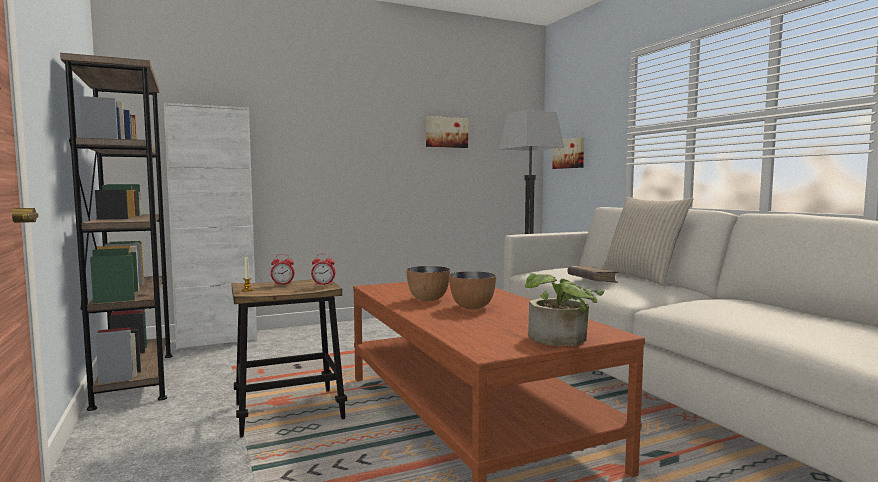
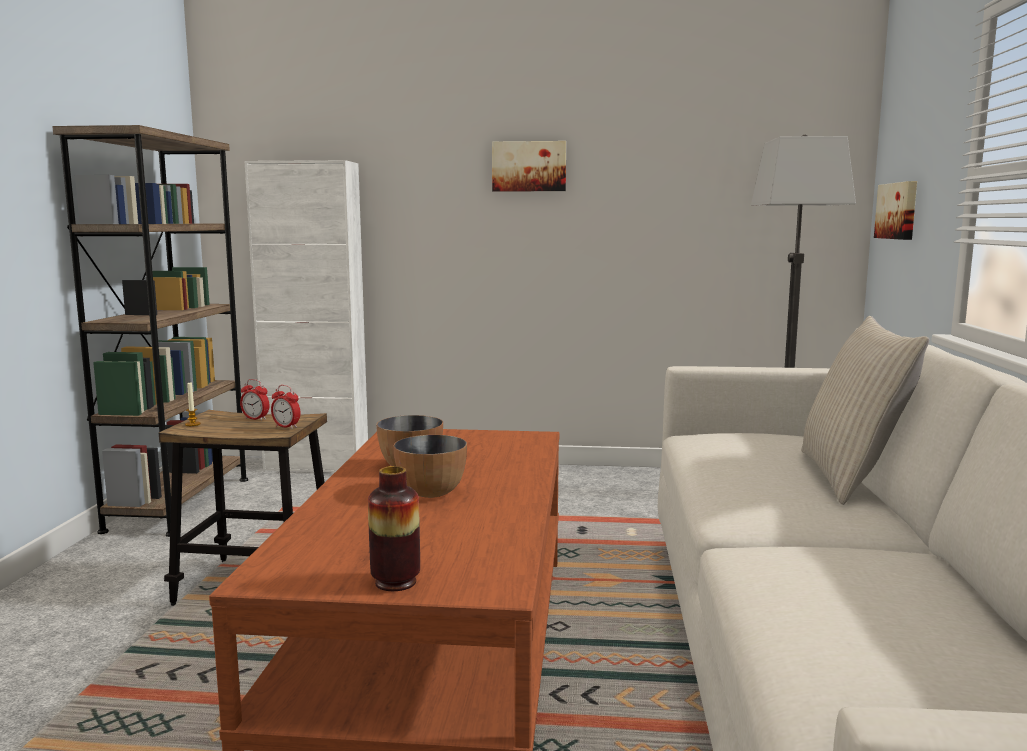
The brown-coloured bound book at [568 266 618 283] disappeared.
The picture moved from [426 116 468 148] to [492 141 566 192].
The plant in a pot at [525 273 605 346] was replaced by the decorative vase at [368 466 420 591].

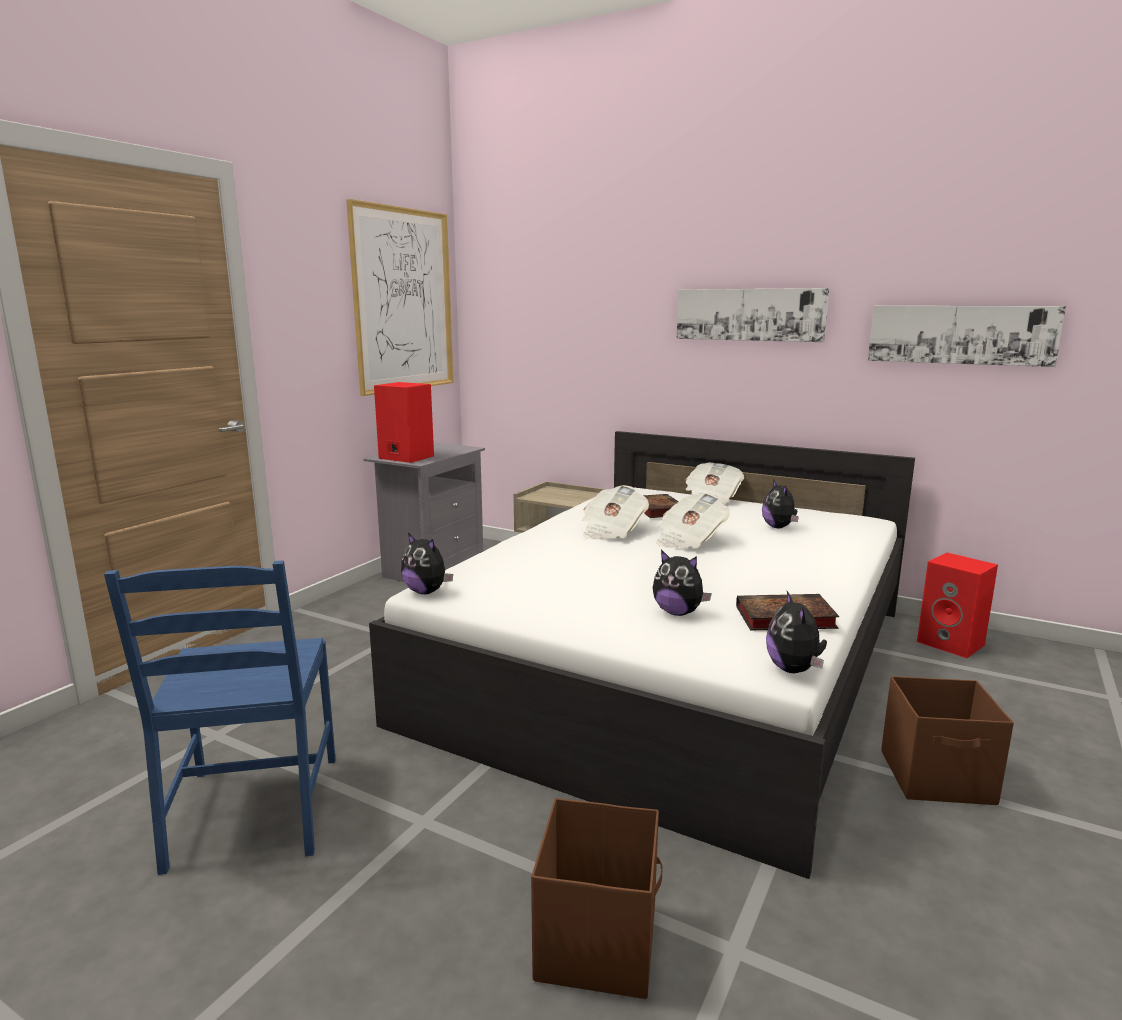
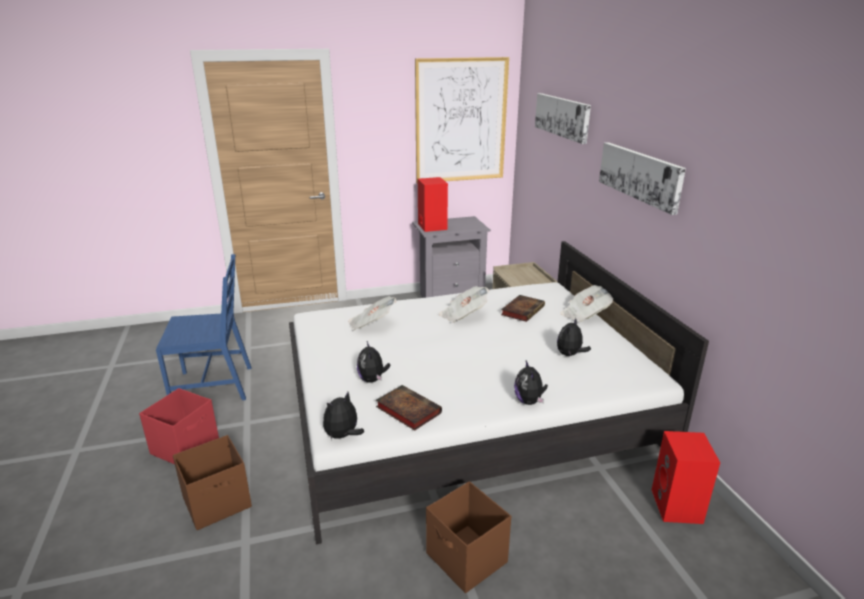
The reddish storage container at [139 388 219 464] appeared.
The cuddly toy moved from [401 533 453 594] to [514 360 548 405].
The printed paper moved from [656 493 730 548] to [348 296 396 331].
The picture moved from [868 306 1066 367] to [535 93 591 144].
The blue-coloured upright chair at [104 560 336 875] turned 135 degrees counterclockwise.

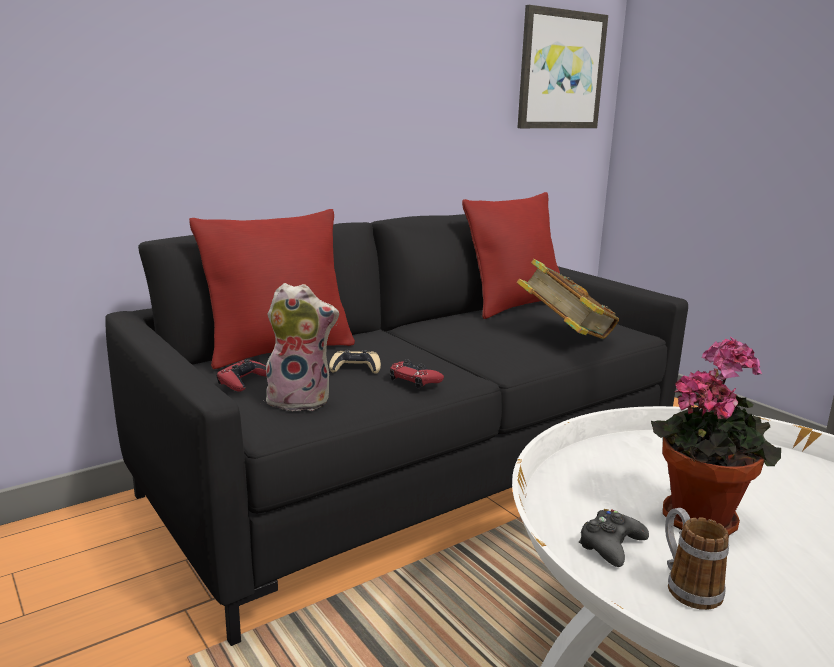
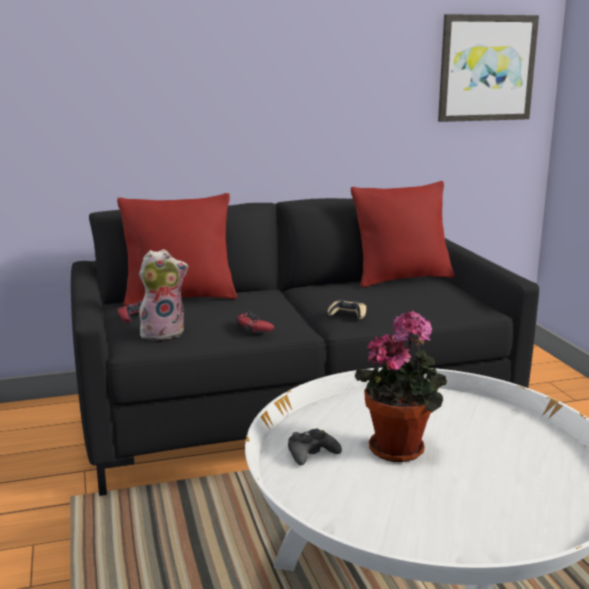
The bound book at [517 259 619 339] disappeared.
The coffee mug at [665 508 729 610] disappeared.
The beige-coloured joypad moved from [329 350 381 374] to [328 300 366 319].
The cuddly toy at [266 283 339 411] turned 45 degrees counterclockwise.

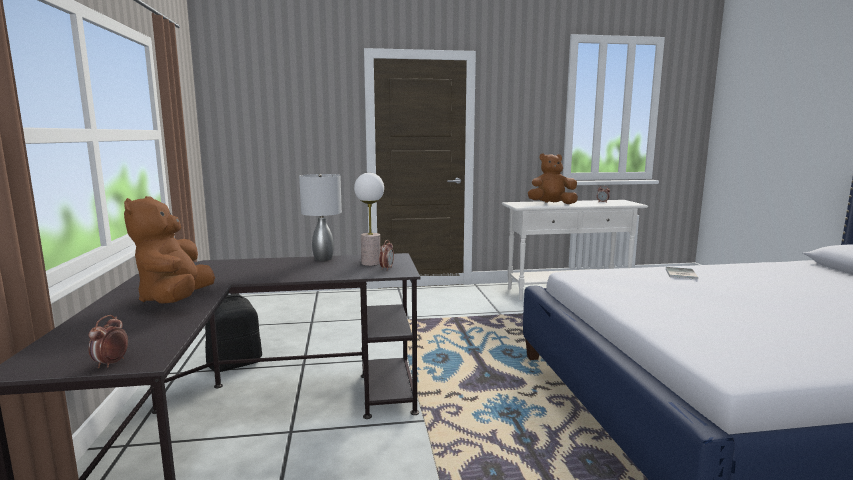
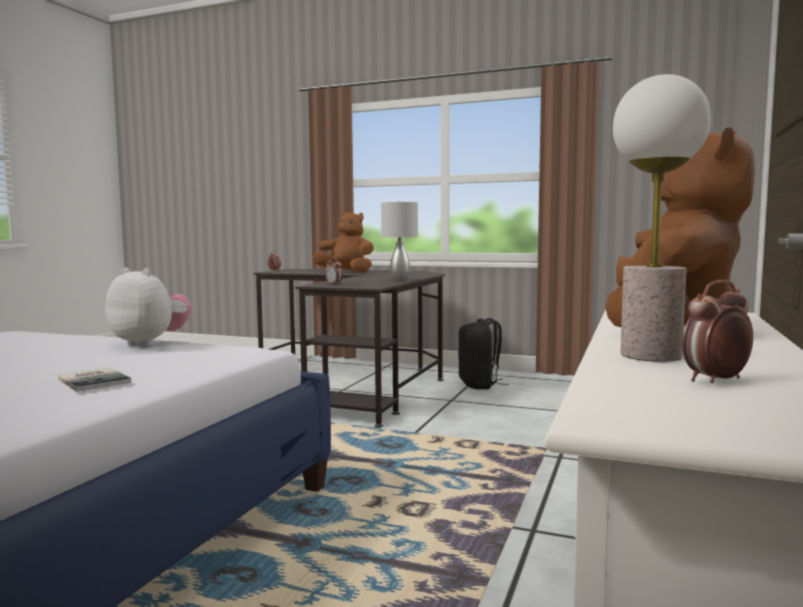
The cuddly toy at [105 268 191 347] appeared.
The lamp for a table moved from [354 173 384 266] to [613 74 711 362].

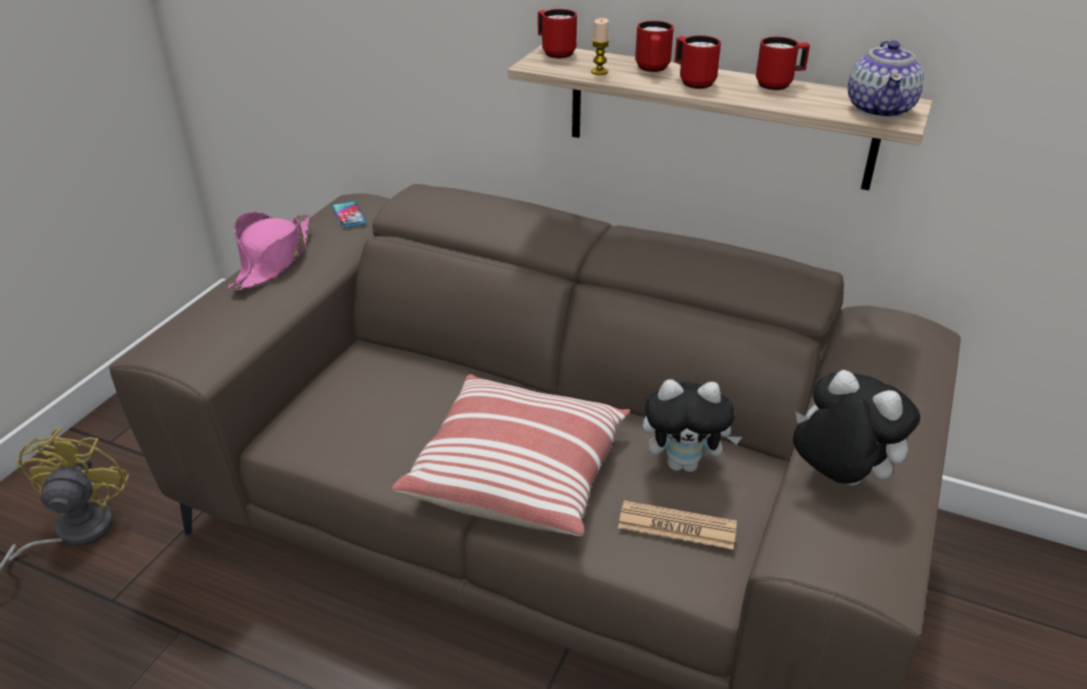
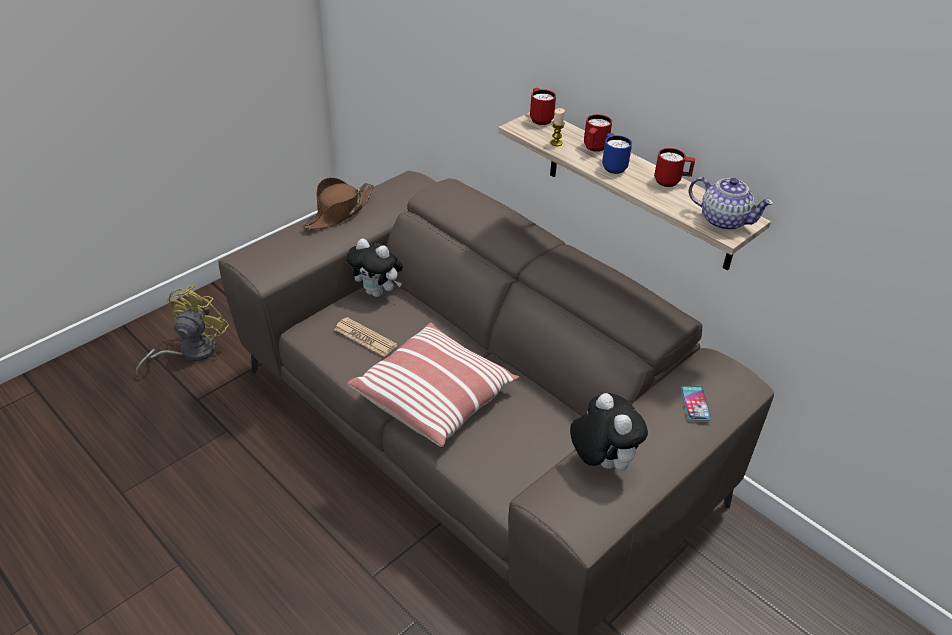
The handset moved from [332 201 366 228] to [680 386 712 421].
The printed paper moved from [618 500 737 549] to [334 317 397 357].
The cuddly toy moved from [642 379 742 472] to [346 238 403 297].
The pinkish clothing hat at [228 212 310 291] became the brown-coloured clothing hat at [302 178 374 230].
The reddish coffee mug at [675 35 721 89] became the blue-coloured coffee mug at [602 133 632 174].
The teapot at [848 41 924 118] turned 90 degrees counterclockwise.

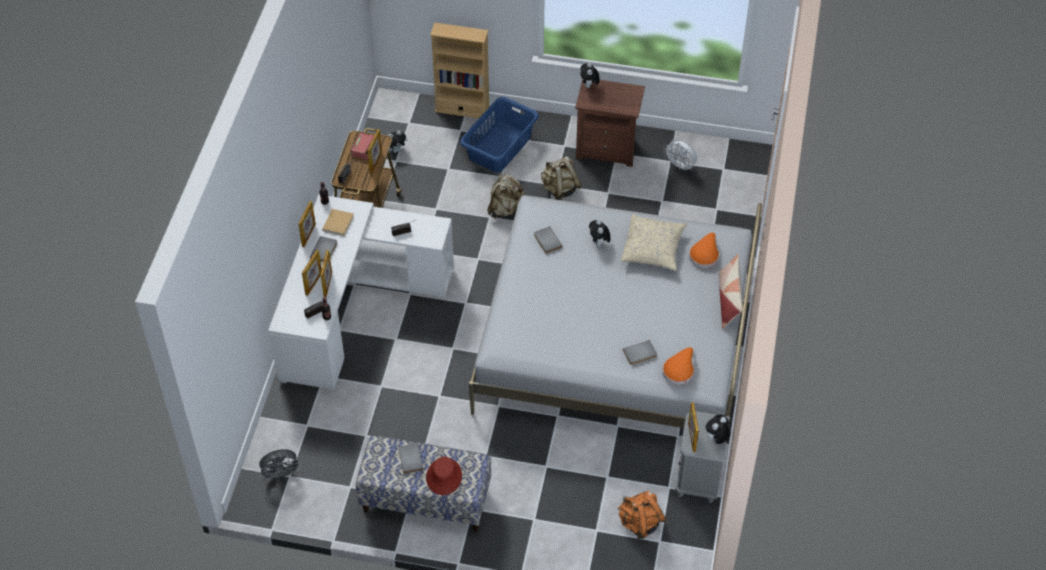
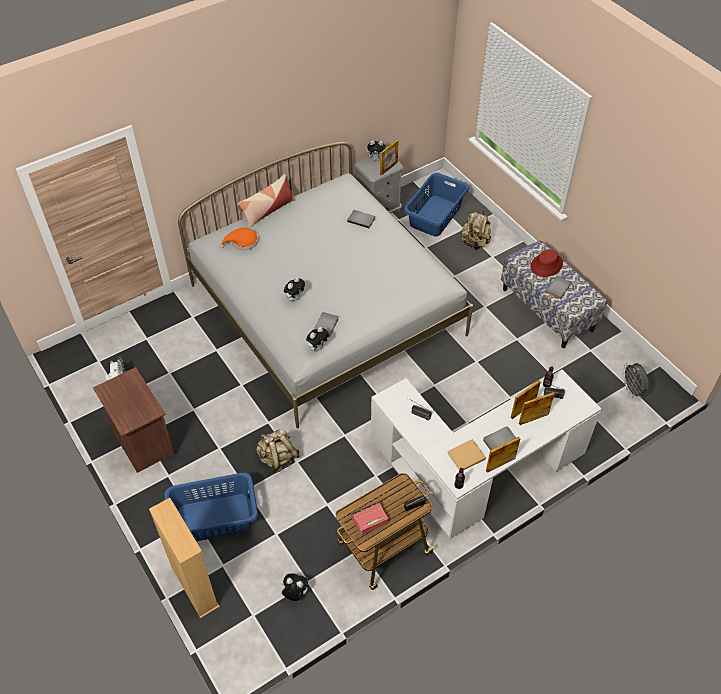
The photo frame at [367 129 382 174] disappeared.
The beige-coloured throw pillow at [621 214 687 271] disappeared.
The orangey clothing hat at [662 347 694 385] disappeared.
The beige-coloured rucksack moved from [541 156 581 200] to [461 210 491 250].
The cuddly toy moved from [580 62 600 88] to [306 327 329 351].
The orangey rucksack at [618 491 666 539] was replaced by the blue-coloured laundry basket at [404 173 469 236].
The greyish fan at [258 449 301 482] turned 135 degrees counterclockwise.

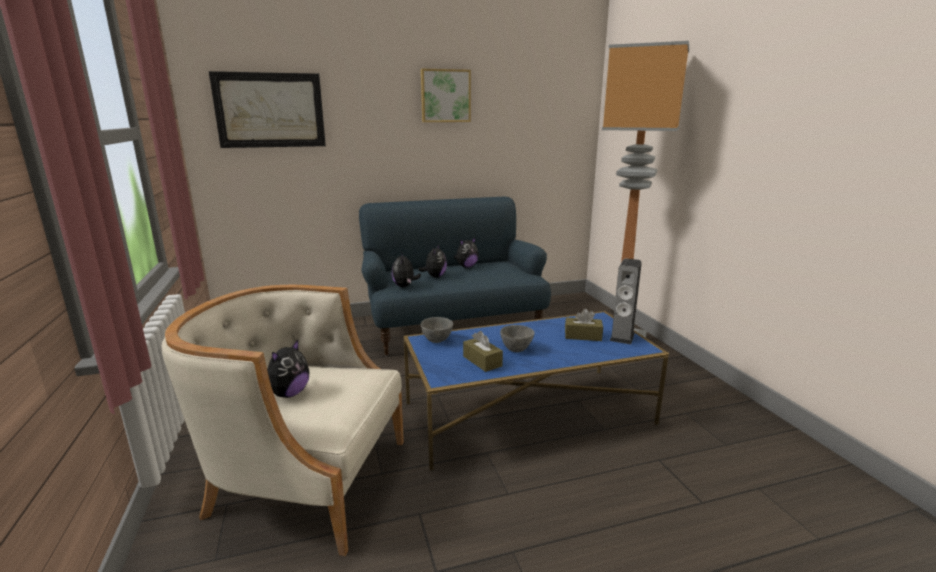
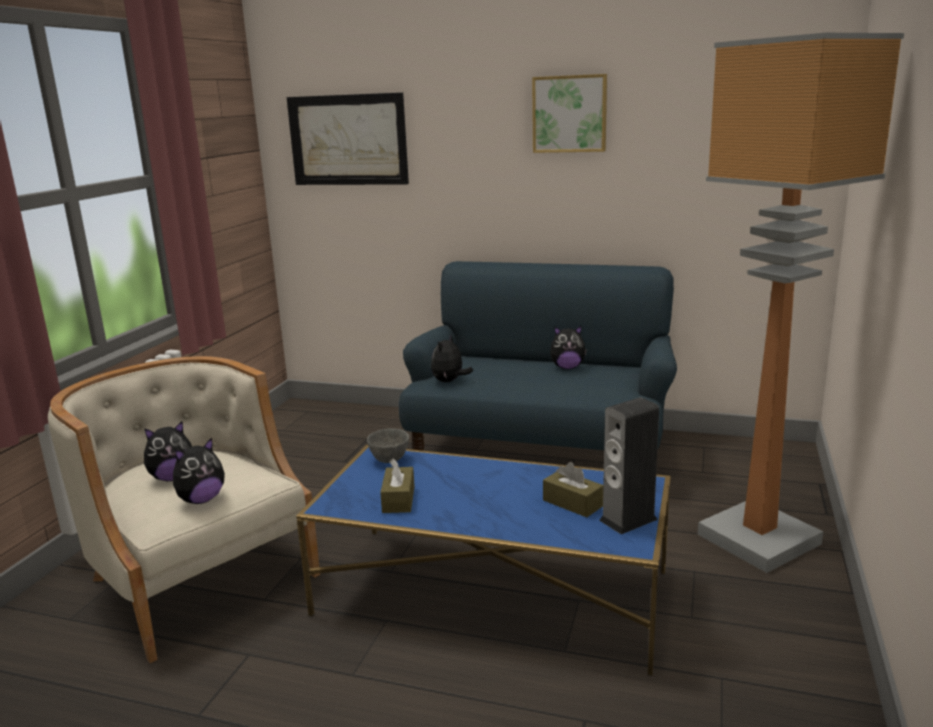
The greyish bowl at [500 325 535 352] disappeared.
The cuddly toy moved from [418 245 447 278] to [173 438 225 504].

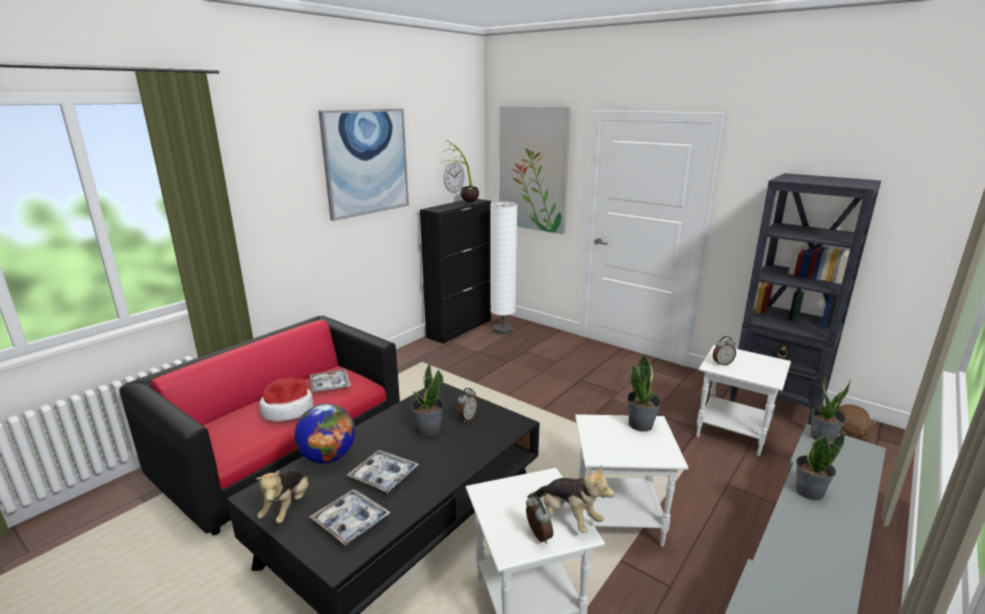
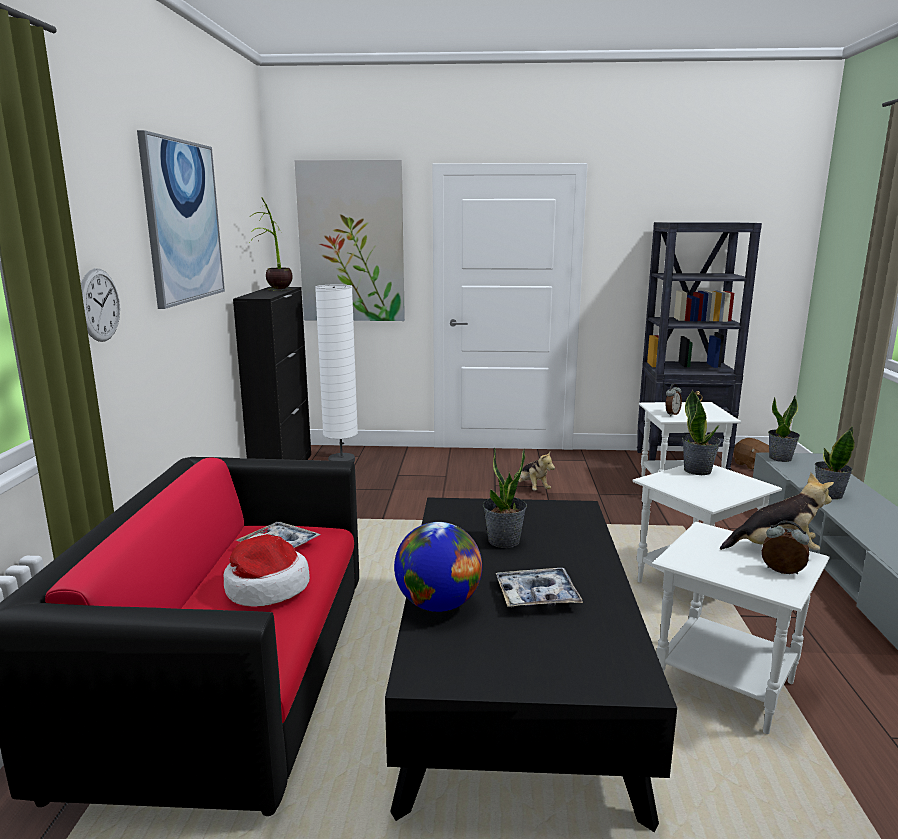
The serving tray at [310 490 390 546] disappeared.
The alarm clock at [457 388 478 423] disappeared.
The cuddly toy moved from [256 470 309 523] to [518 450 555 491].
The wall clock moved from [444 161 465 193] to [81 268 120 342].

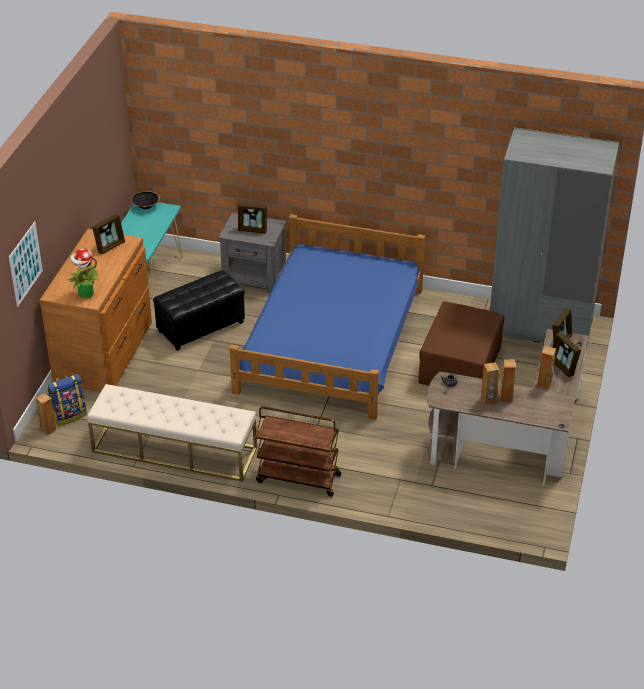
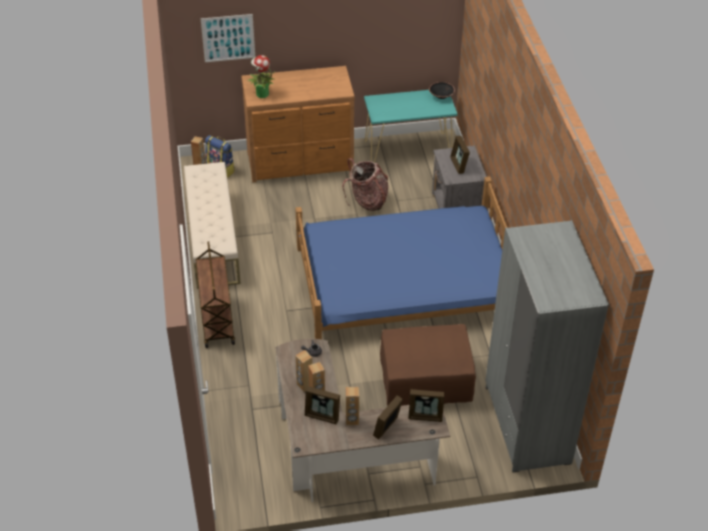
The photo frame moved from [92 214 125 254] to [305 386 340 424].
The black footrest at [153 270 245 351] was replaced by the rucksack at [342 158 389 211].

